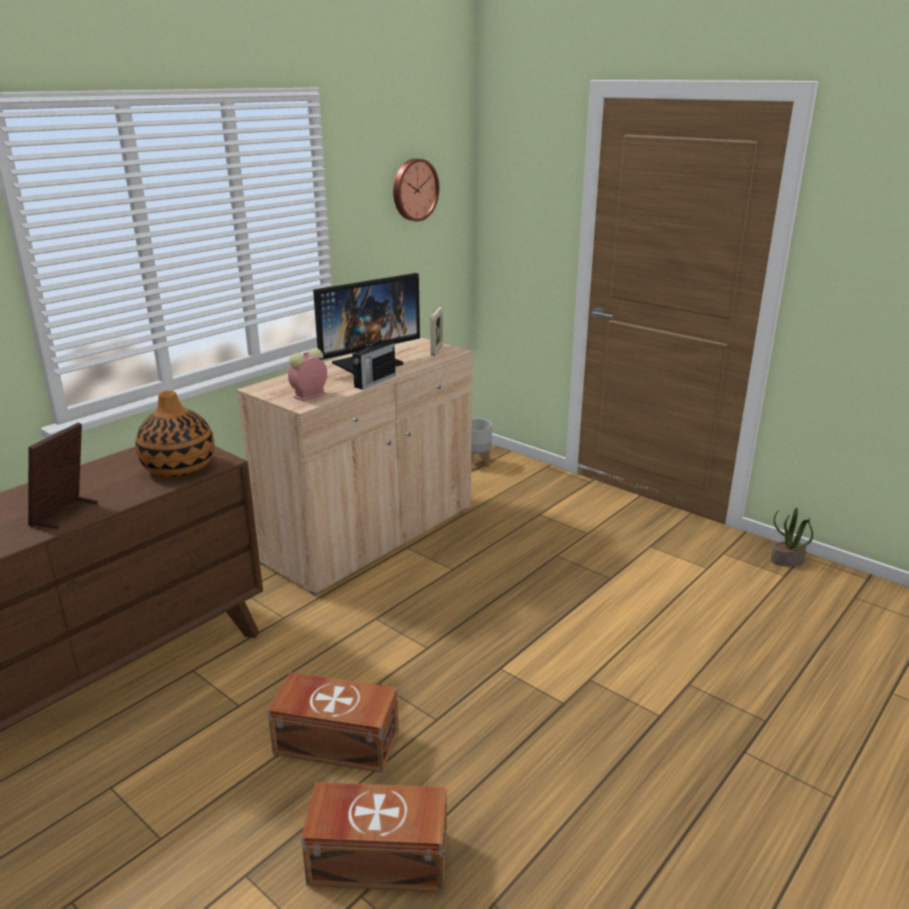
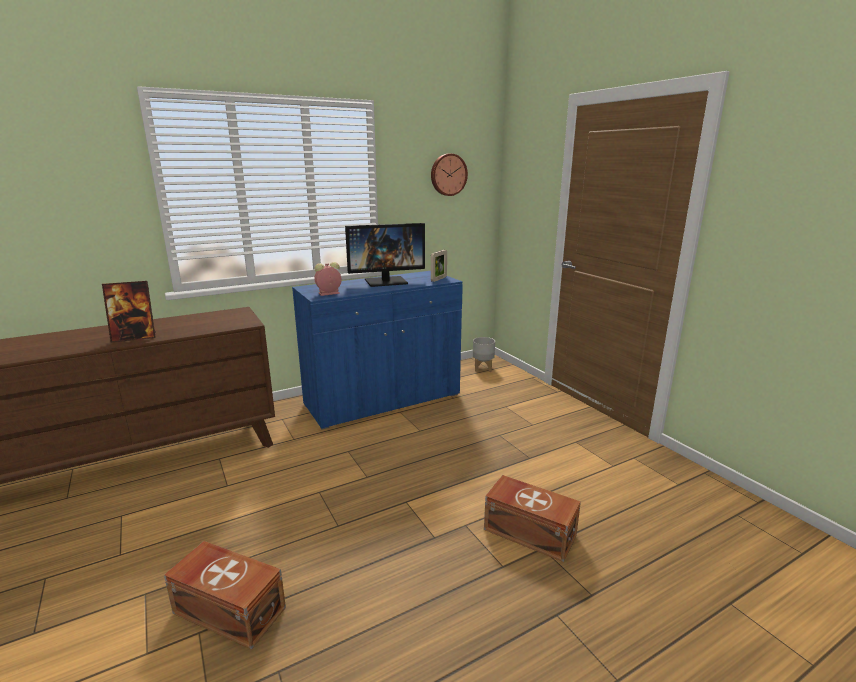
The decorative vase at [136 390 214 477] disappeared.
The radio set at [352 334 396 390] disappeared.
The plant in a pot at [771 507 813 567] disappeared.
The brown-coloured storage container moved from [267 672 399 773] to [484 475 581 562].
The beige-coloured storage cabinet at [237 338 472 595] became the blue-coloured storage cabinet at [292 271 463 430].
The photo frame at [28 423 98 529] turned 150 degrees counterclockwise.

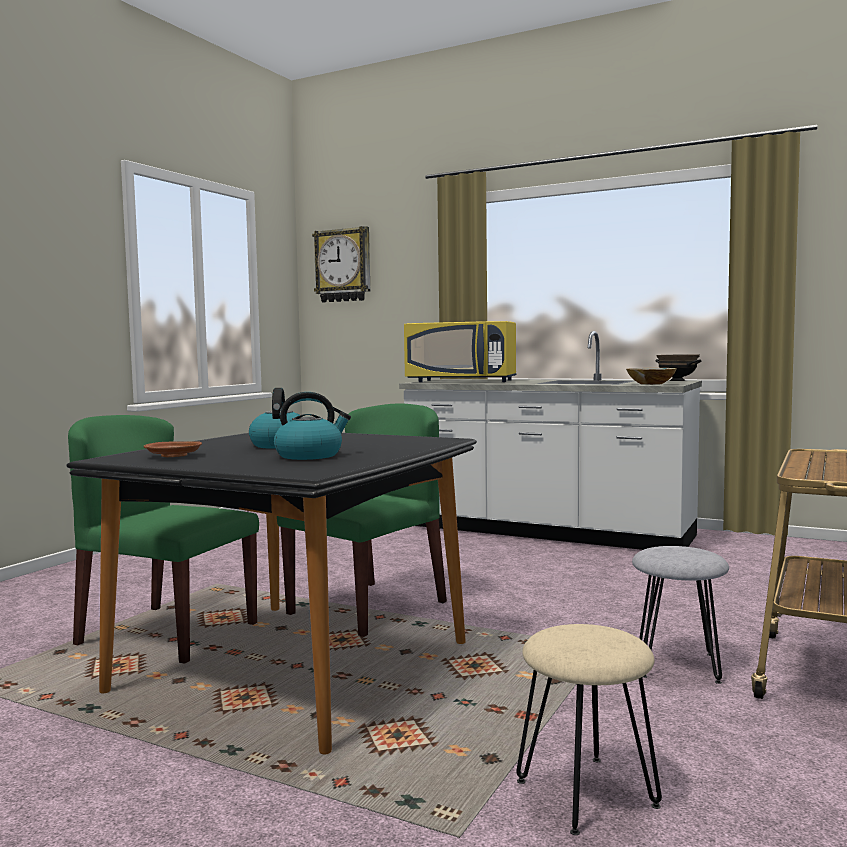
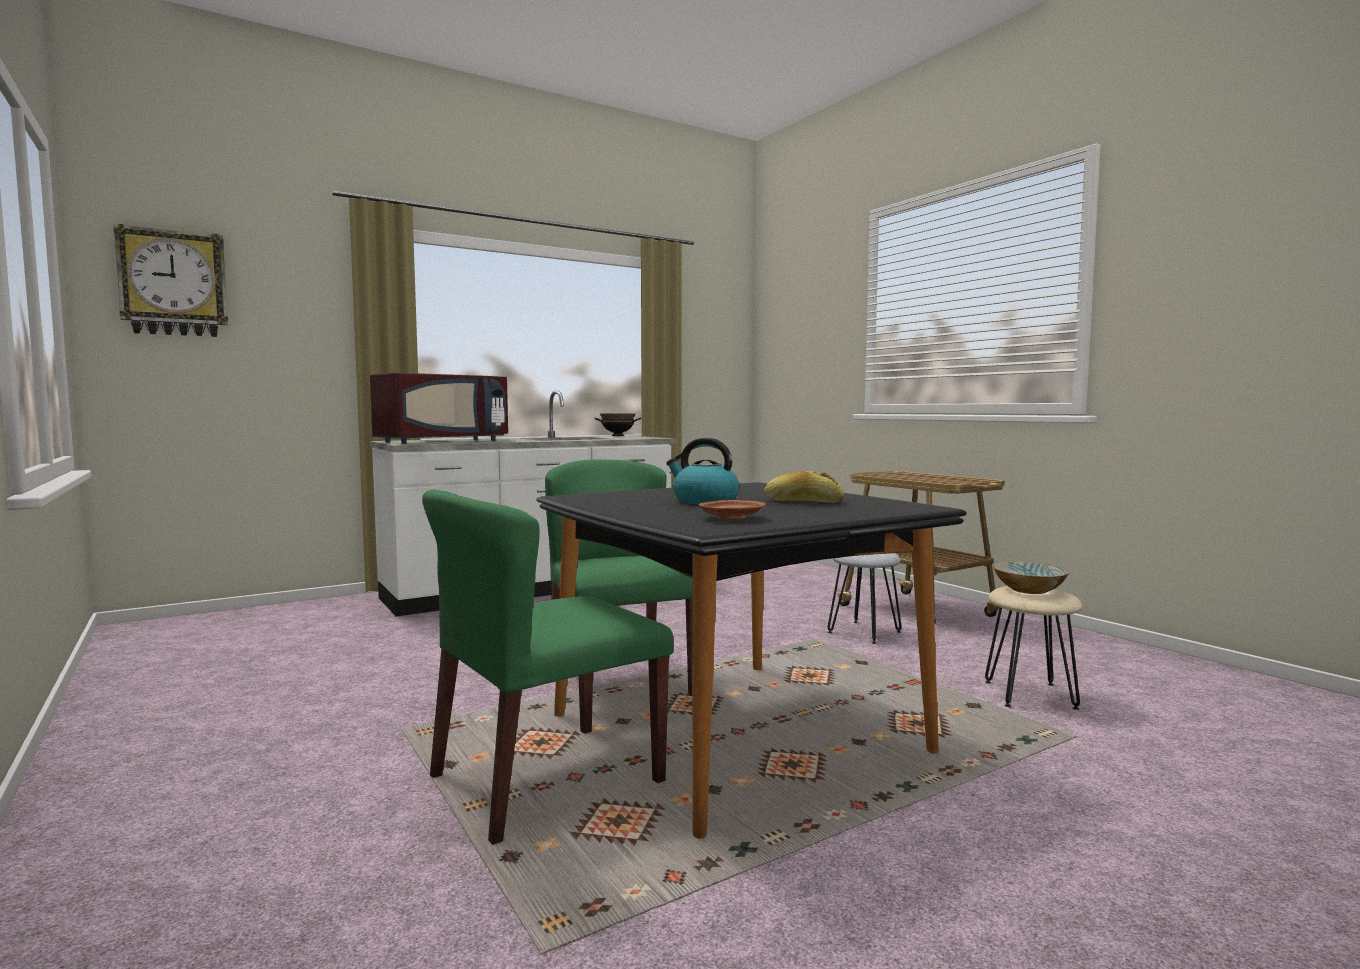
The bowl moved from [626 368 677 385] to [993 562 1069 594].
The tea kettle at [274 392 351 460] was replaced by the bread at [764 471 844 503].
The yellow microwave at [404 321 517 382] became the reddish microwave at [370 373 508 444].

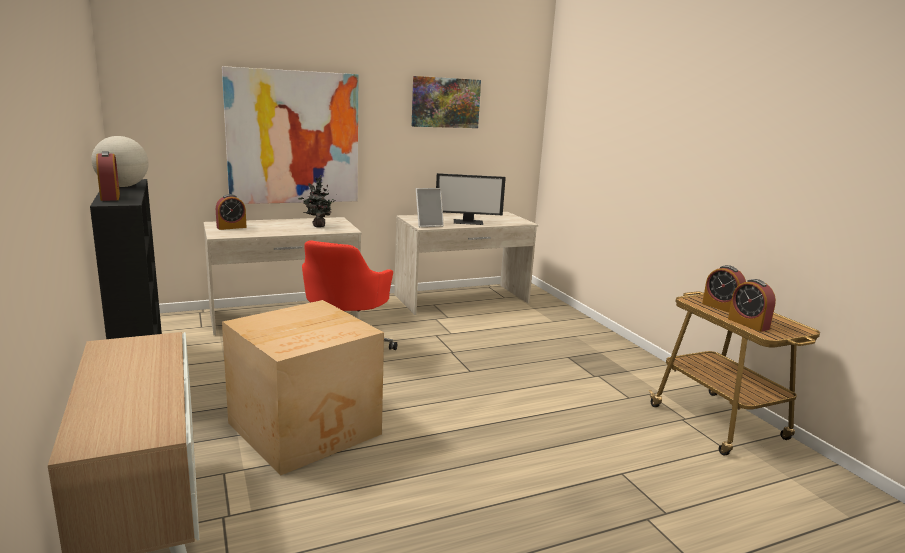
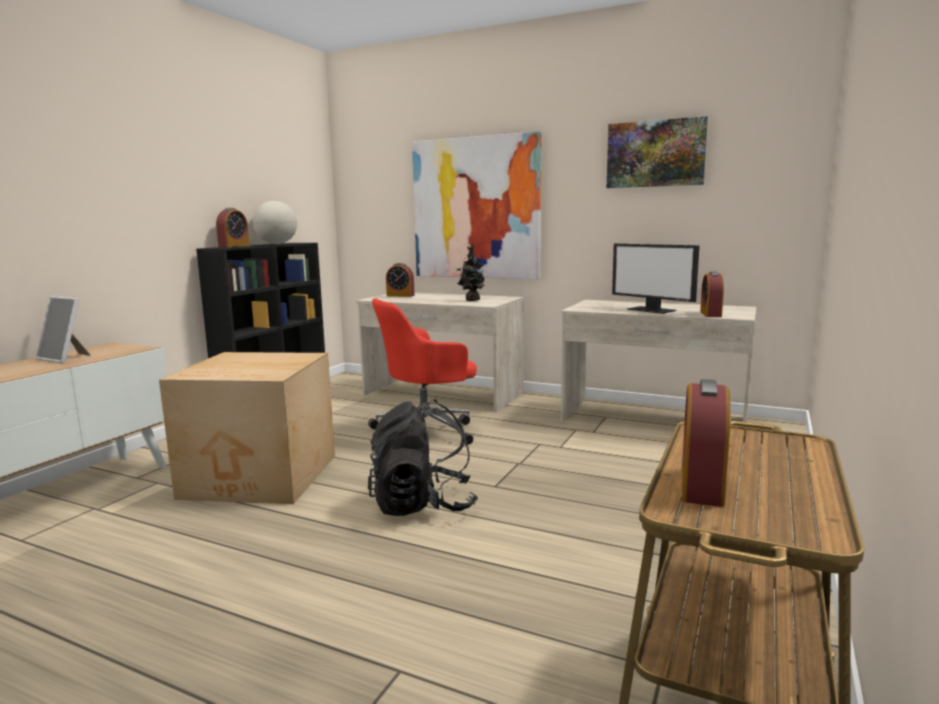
The black rucksack at [368 400 478 516] appeared.
The photo frame moved from [416 188 444 227] to [36 296 90 363].
The alarm clock moved from [702 265 746 312] to [700 271 724 317].

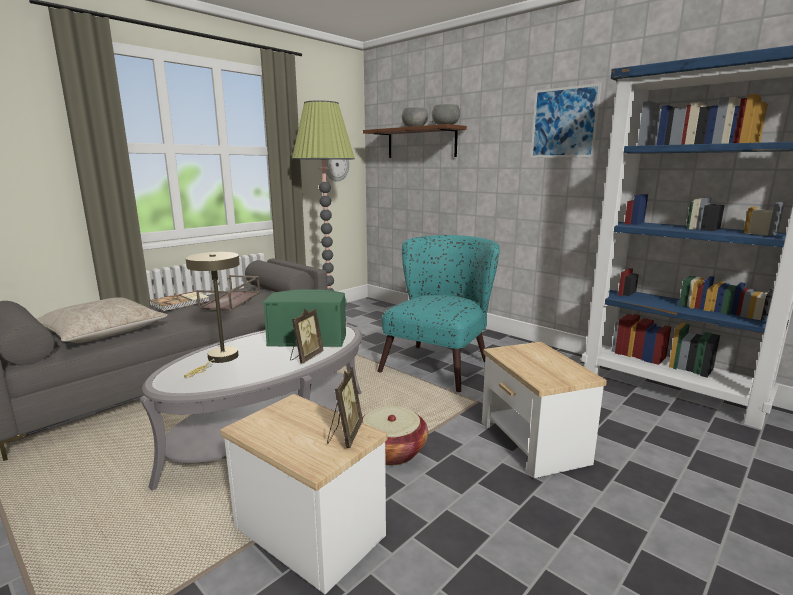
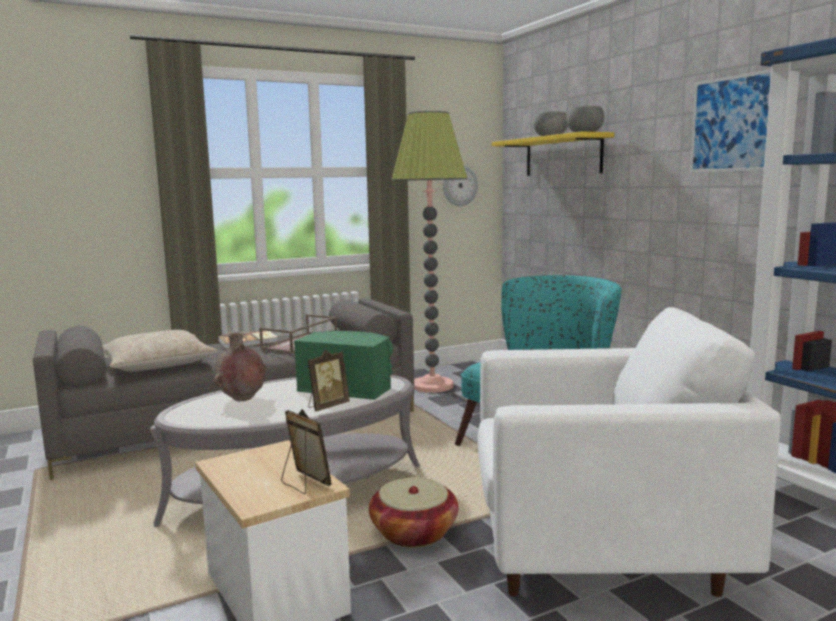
The beige-coloured lamp for a table at [184 252 240 377] was replaced by the brown-coloured decorative vase at [213 331 266 401].
The accent table at [482 342 607 478] was replaced by the white armchair at [478 307 781 597].
The brown-coloured bracket shelf at [363 124 467 158] became the yellow bracket shelf at [492 131 614 176].
The photo frame at [327 367 363 448] turned 75 degrees counterclockwise.

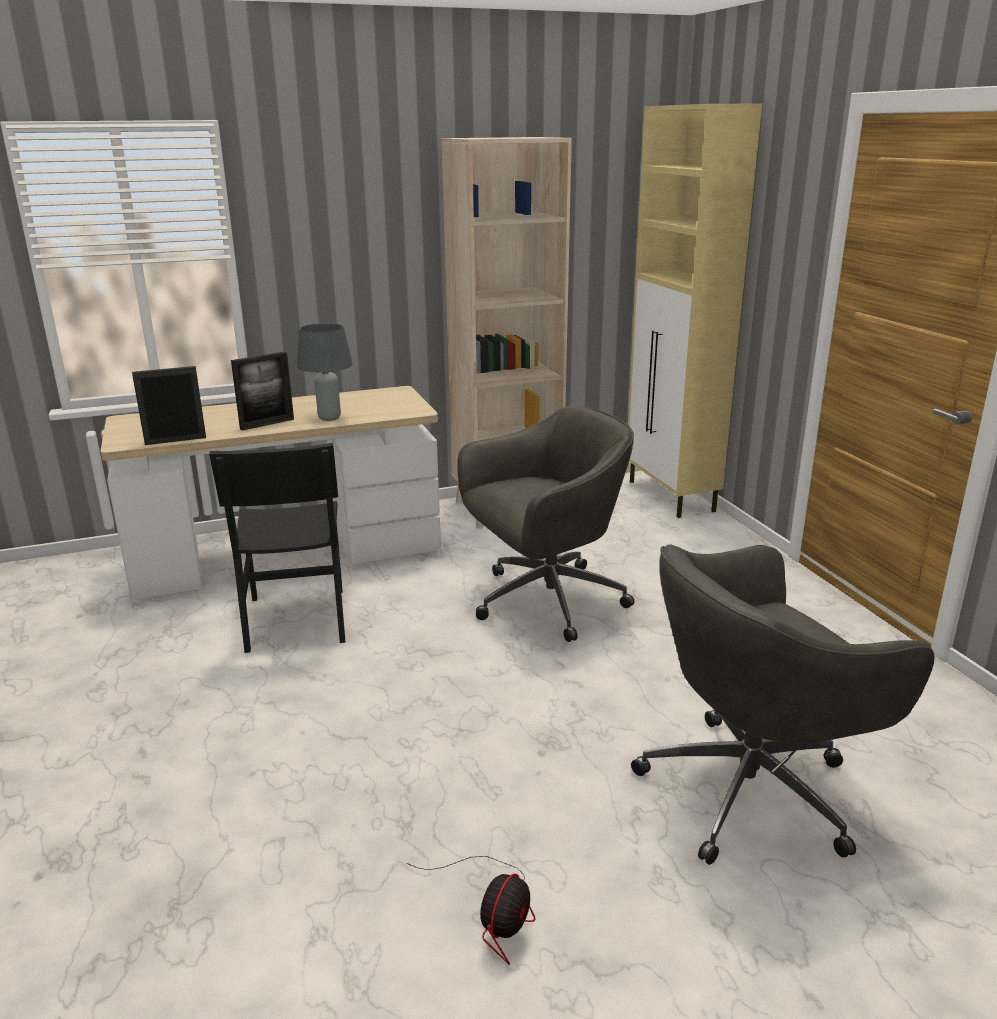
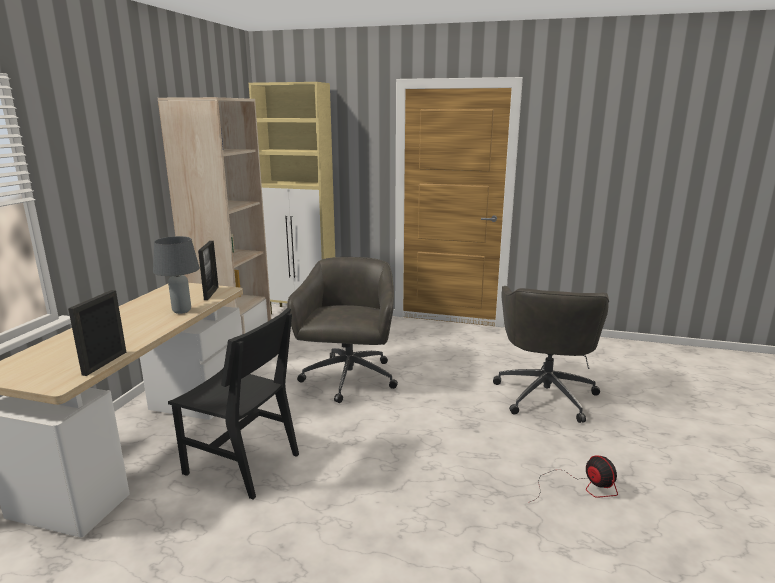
The photo frame moved from [231 351 294 431] to [198 241 219 300].

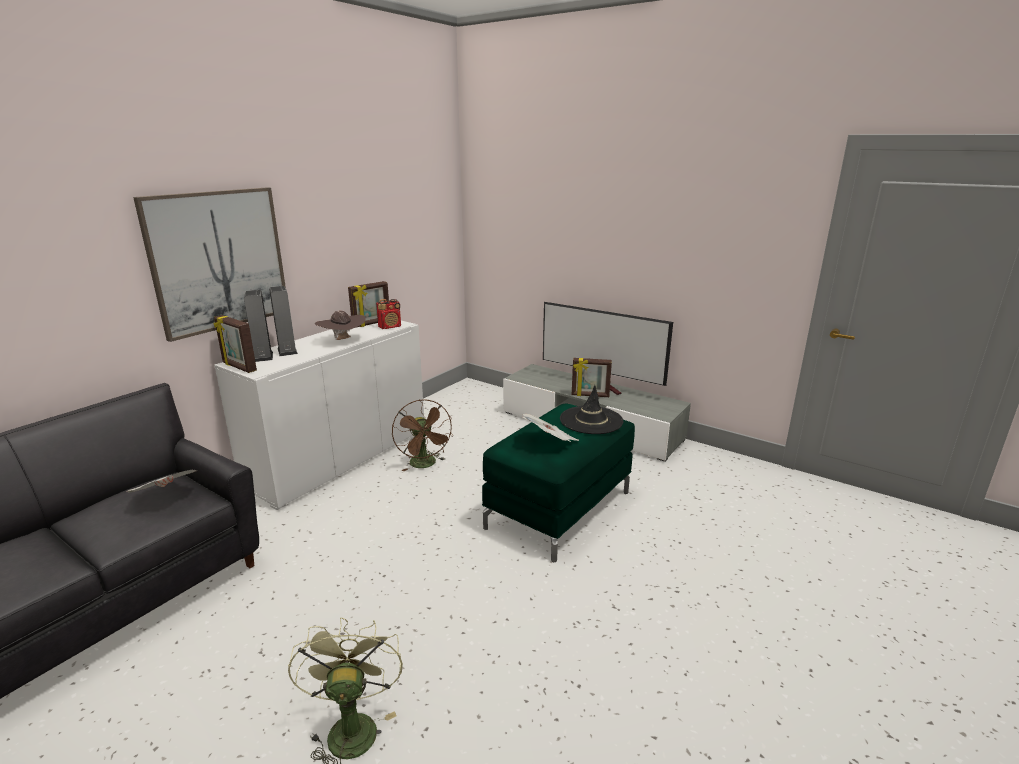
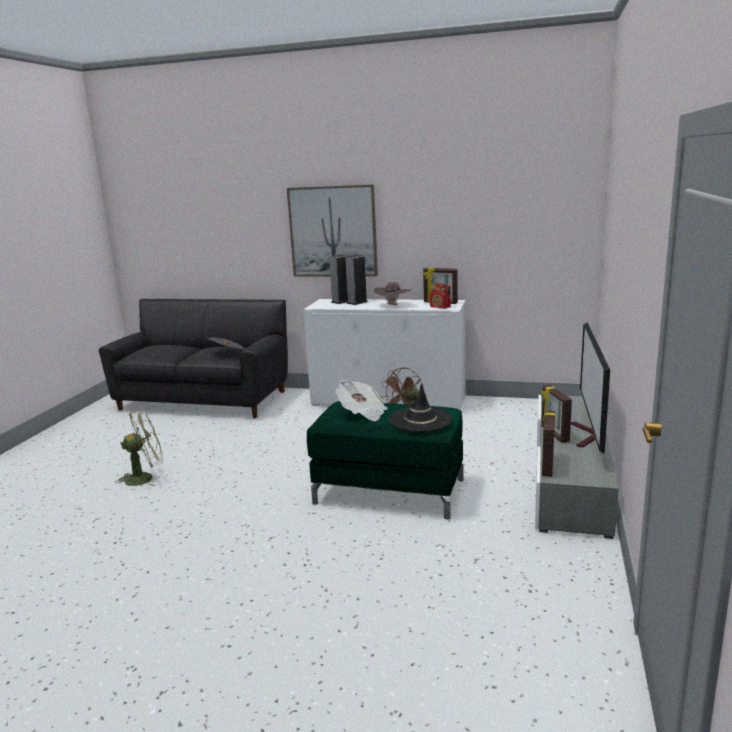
The photo frame moved from [213 315 257 373] to [542 410 555 477].

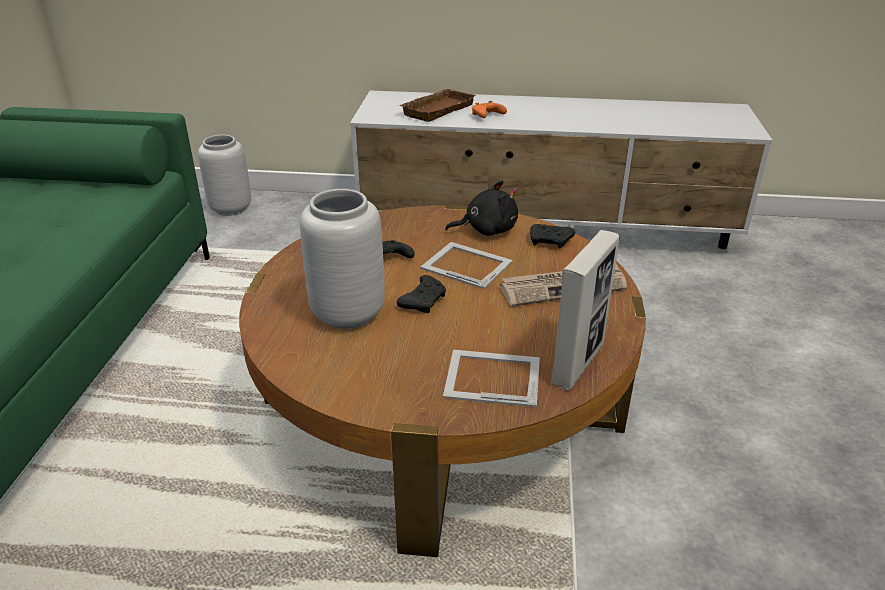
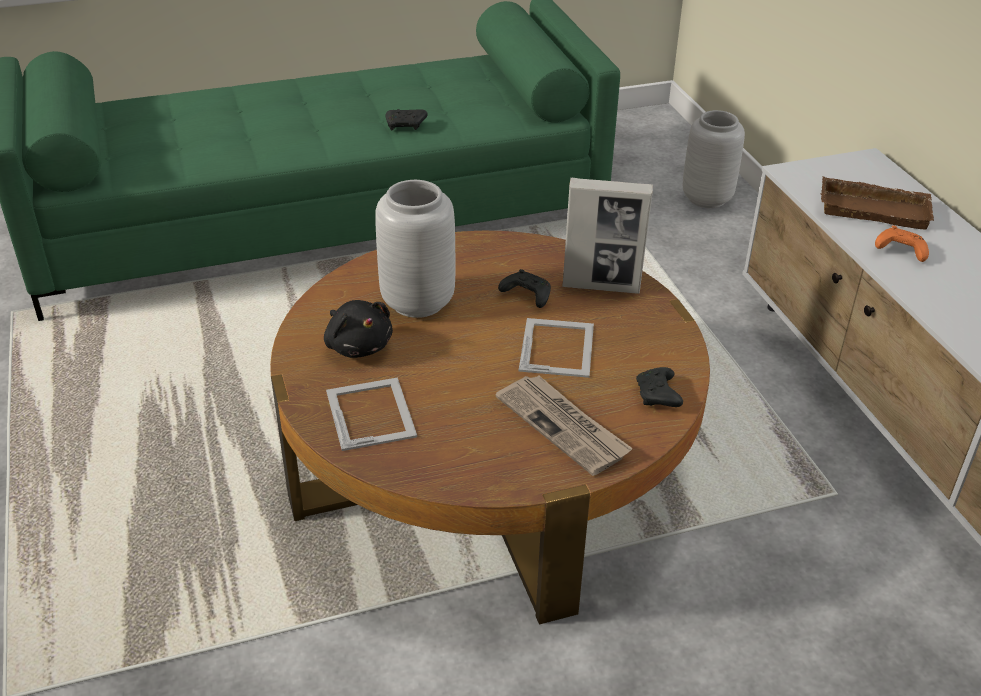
The black joypad moved from [397 275 446 313] to [386 109 428 130].
The black cuddly toy moved from [445 180 518 236] to [324 300 393 358].
The photo frame moved from [551 230 620 390] to [562 178 653 294].

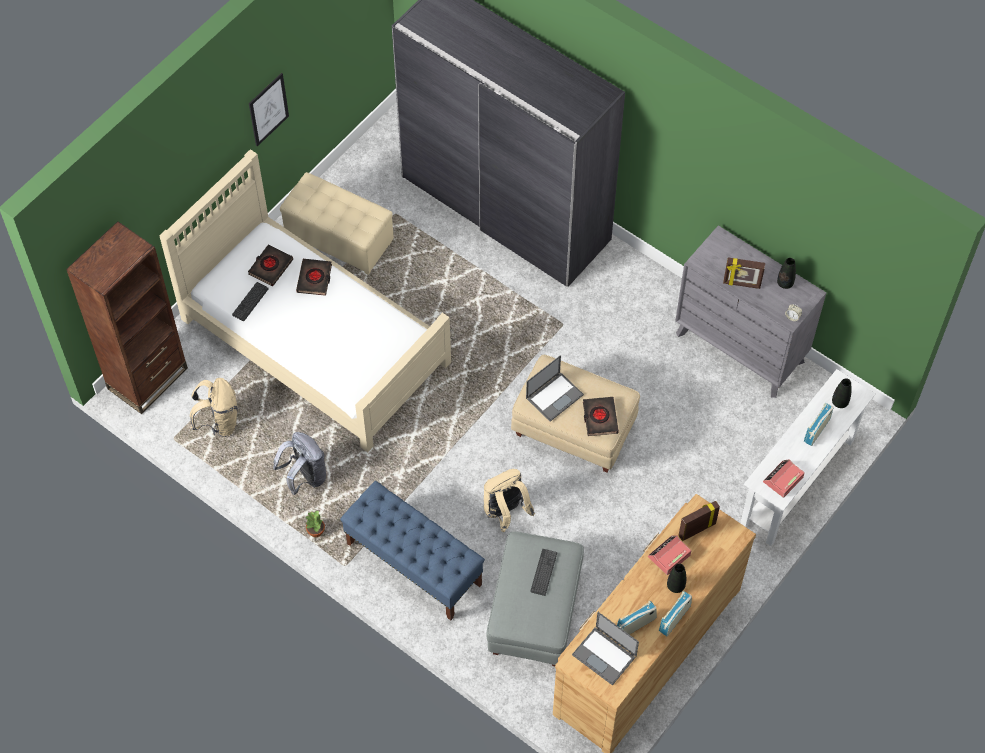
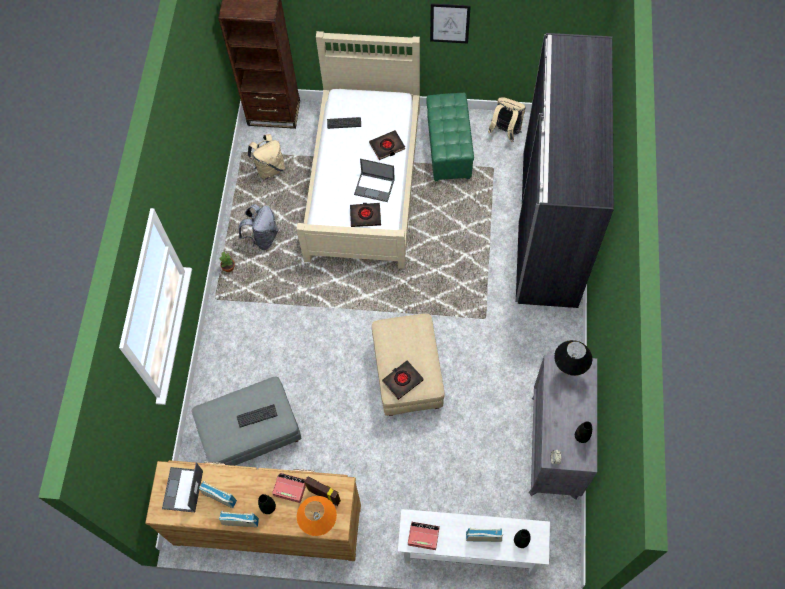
The blue-coloured indoor bench at [340 481 485 621] disappeared.
The photo frame at [723 257 765 289] disappeared.
The orangey lamp for a table at [297 496 337 536] appeared.
The black lamp for a table at [554 340 592 376] appeared.
The black bound book moved from [248 244 293 286] to [350 203 381 227].
The beige-coloured rucksack moved from [484 469 535 532] to [488 97 526 142].
The laptop moved from [526 355 584 421] to [354 159 395 202].
The beige-coloured footrest at [280 172 394 275] became the green footrest at [426 93 474 181].

